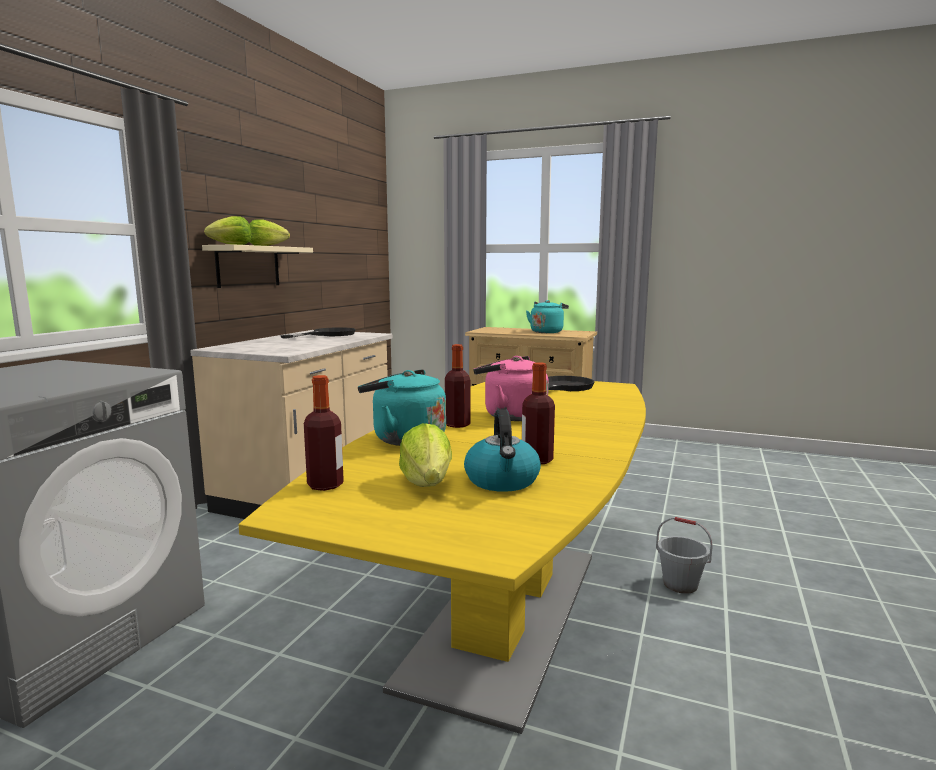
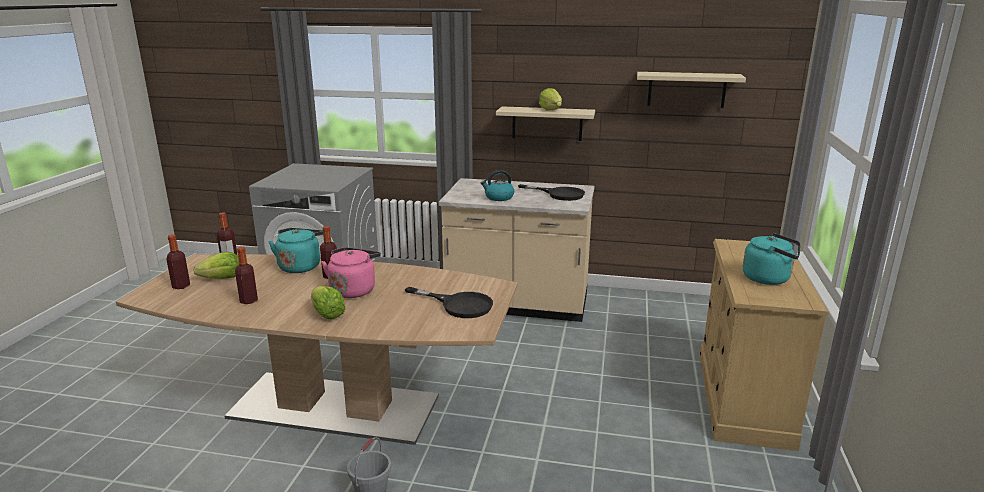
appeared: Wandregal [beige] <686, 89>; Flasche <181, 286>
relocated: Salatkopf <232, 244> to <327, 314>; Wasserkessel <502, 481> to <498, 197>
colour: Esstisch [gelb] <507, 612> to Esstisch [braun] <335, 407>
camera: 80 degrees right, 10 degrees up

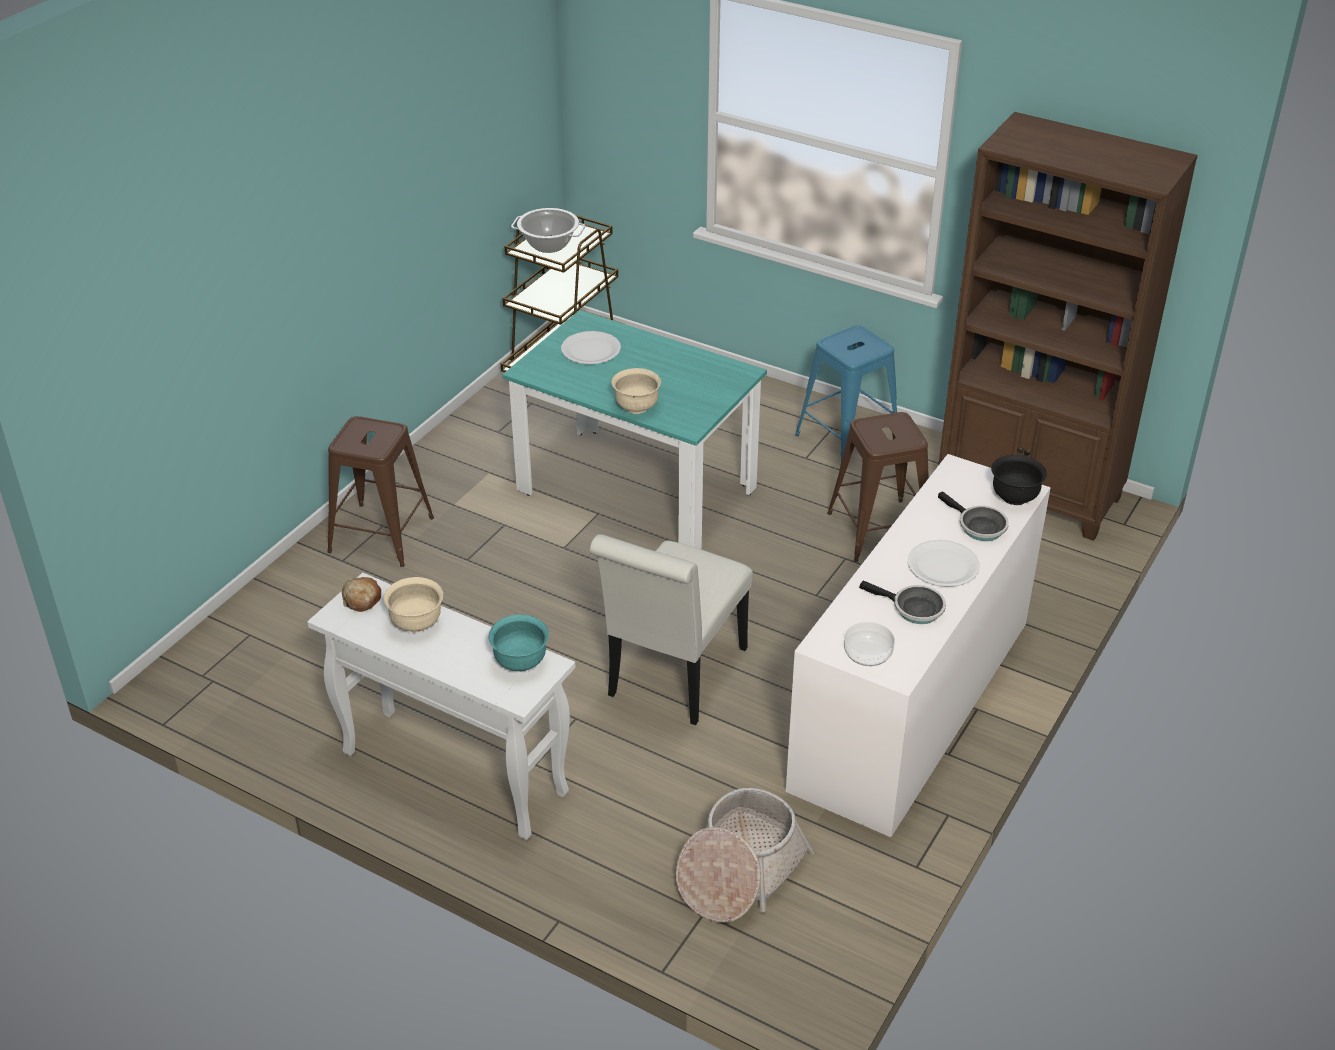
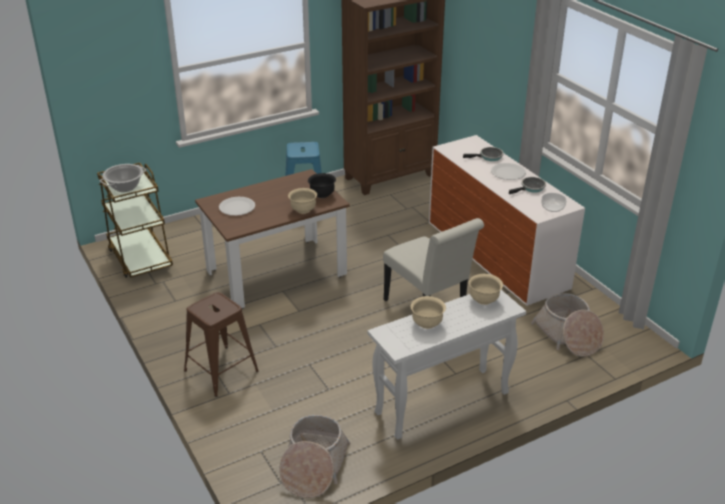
missing: Hocker [braun] <878, 530>; Brot <362, 599>
appeared: Korb <313, 466>
relocated: Schüssel [schwarz] <1014, 497> to <322, 194>
colour: Esstisch [türkis] <636, 490> to Esstisch [braun] <276, 273>; Schüssel [türkis] <520, 662> to Schüssel [beige] <484, 300>
camera: 60 degrees left, 5 degrees down

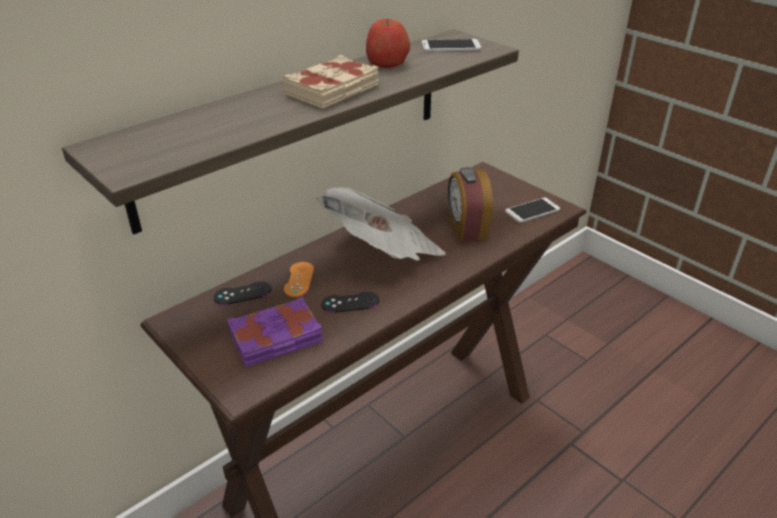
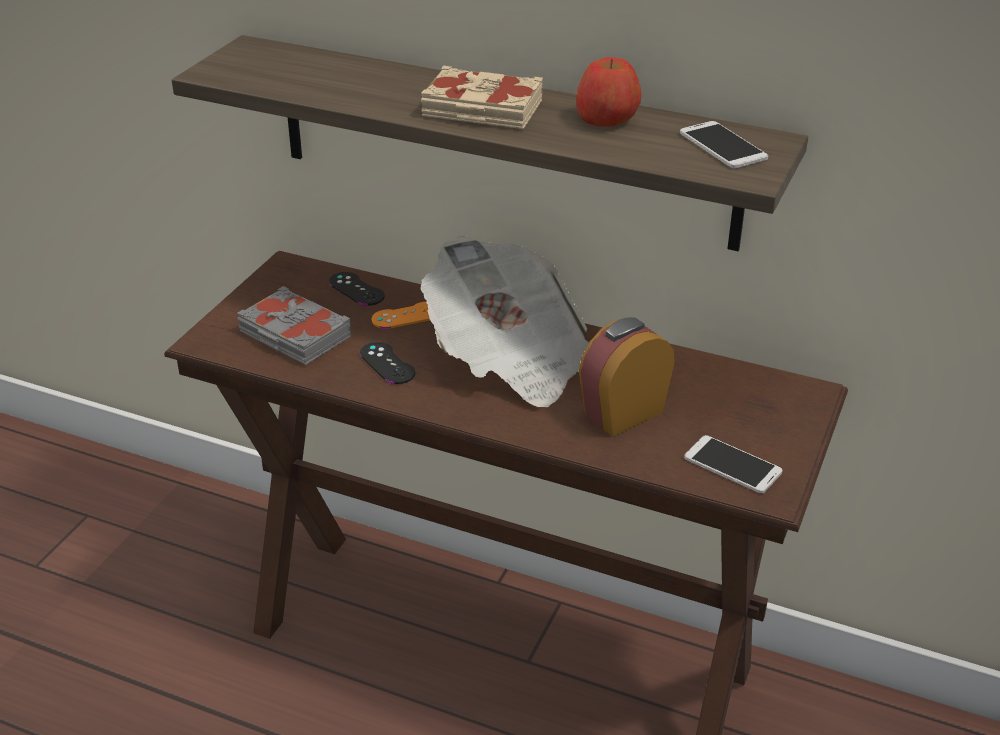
colour: Buch [lila] <276, 339> to Buch [grau] <294, 335>
camera: 65 degrees right, 0 degrees up

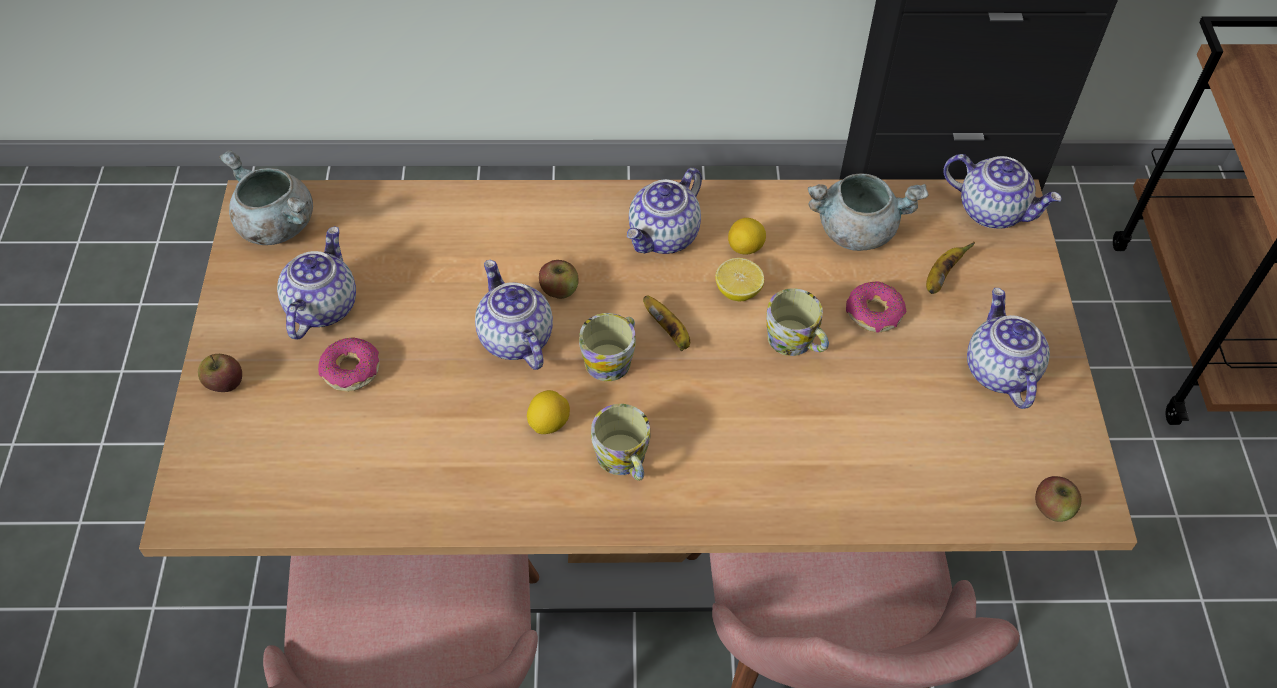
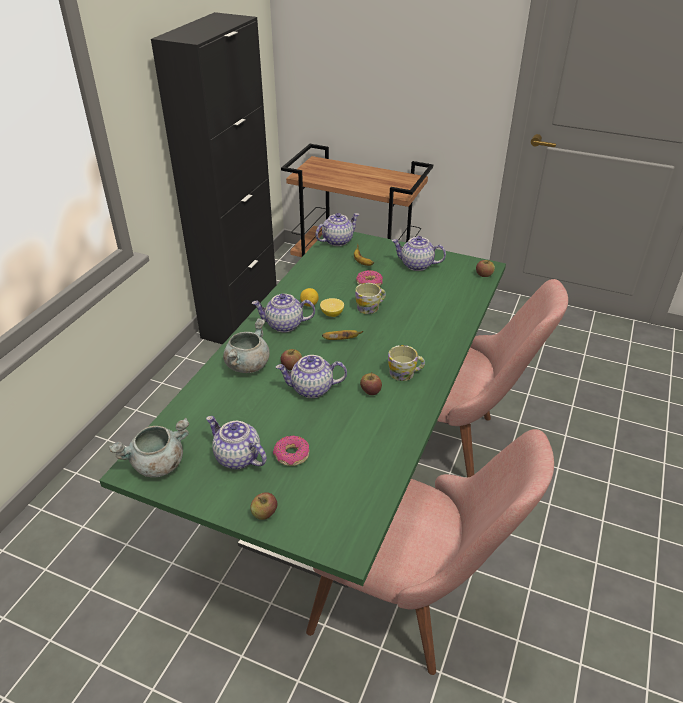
missing: Henkelbecher <612, 358>
relocated: Kochtopf [grau] <857, 230> to <247, 364>
exchanged: Zitrone <548, 423> to Apfel <370, 391>
colour: Esstisch [beige] <634, 520> to Esstisch [grün] <341, 477>
spun: Teekanne <664, 236> = <284, 325> 120 degrees clockwise
camera: 65 degrees left, 15 degrees down

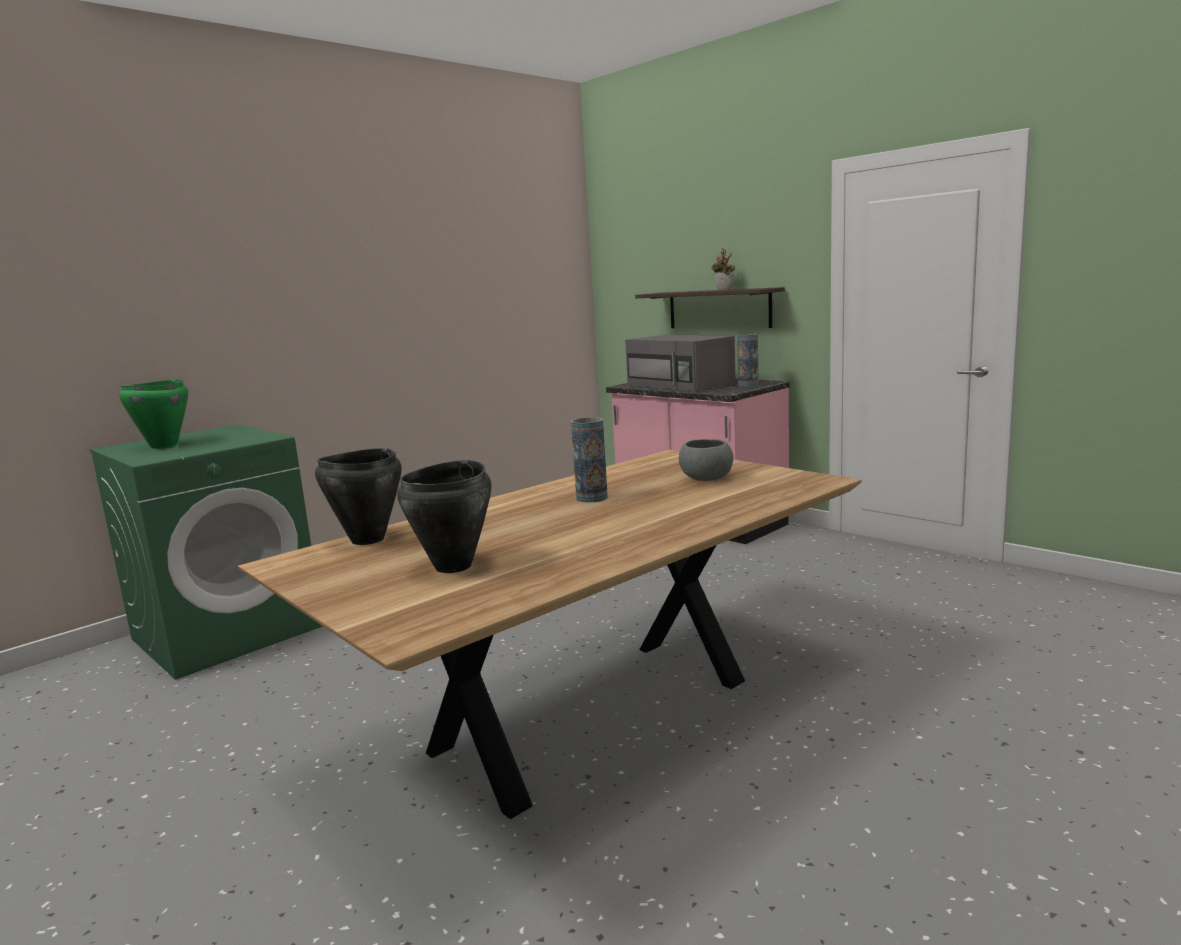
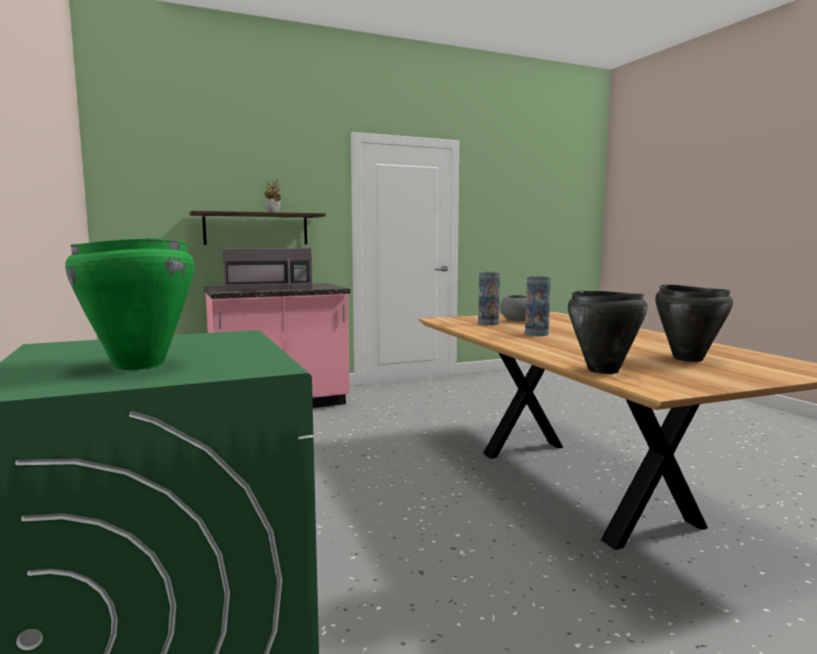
relocated: Vase <748, 385> to <488, 323>
camera: 70 degrees left, 5 degrees down

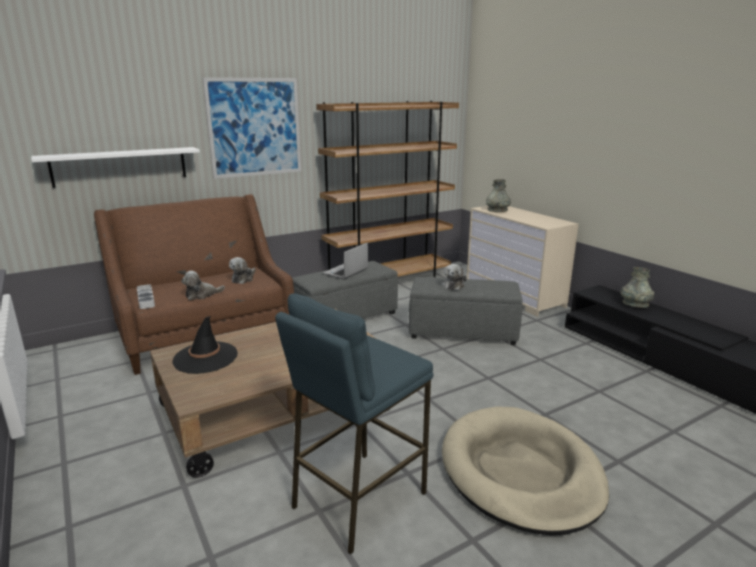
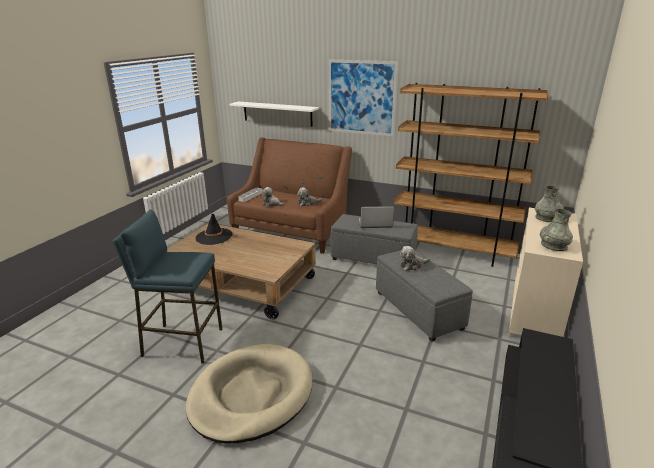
relocated: Vase [grau] <635, 304> to <553, 246>
camera: 55 degrees right, 5 degrees up

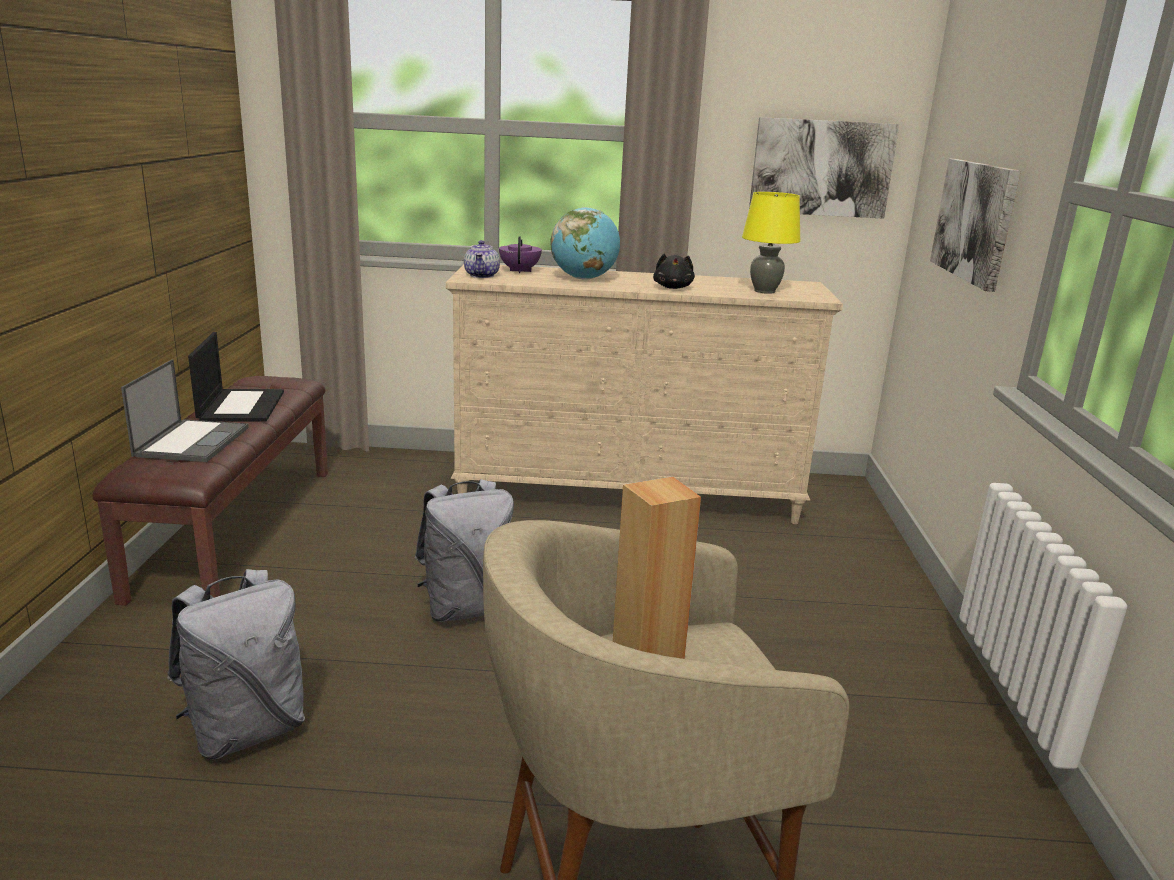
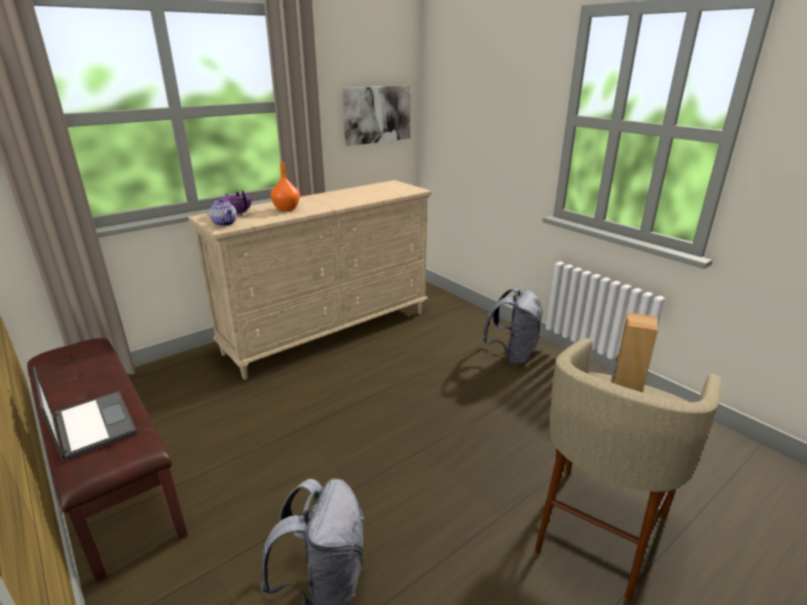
missing: Bild <975, 221>; Tischlampe [gelb] <765, 291>; Plüschtier [schwarz] <673, 287>; Laptop <241, 406>
relocated: Rucksack [grau] <467, 608> to <512, 355>
exchanged: Globus <584, 279> to Vase [orange] <287, 209>
camera: 40 degrees left, 5 degrees up

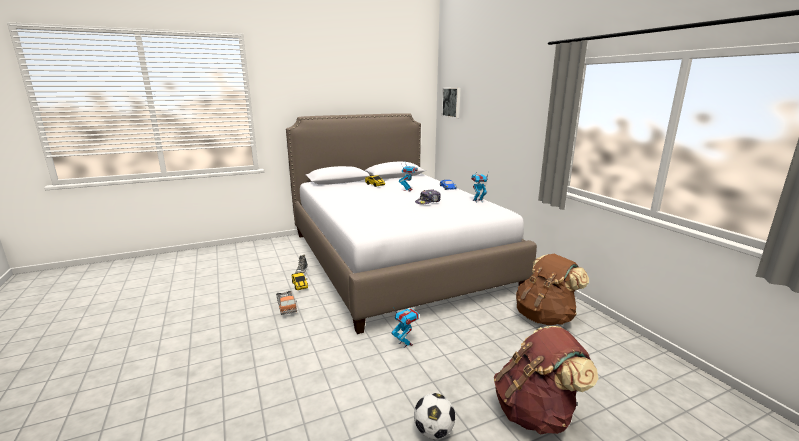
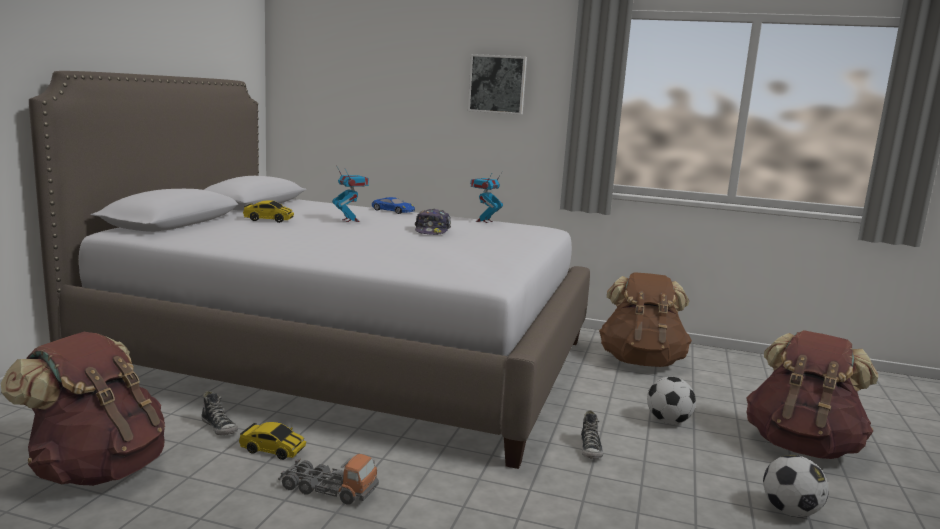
appeared: Rucksack [braun] <98, 469>; Fußball <668, 421>
relocated: Bild <452, 102> to <497, 84>
exchanged: Spielzeugroboter <405, 343> to Schuh <590, 449>
camera: 50 degrees left, 5 degrees down

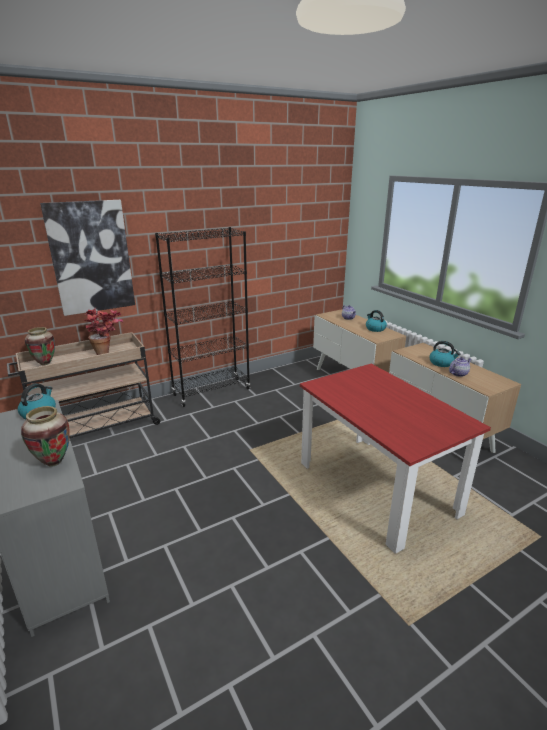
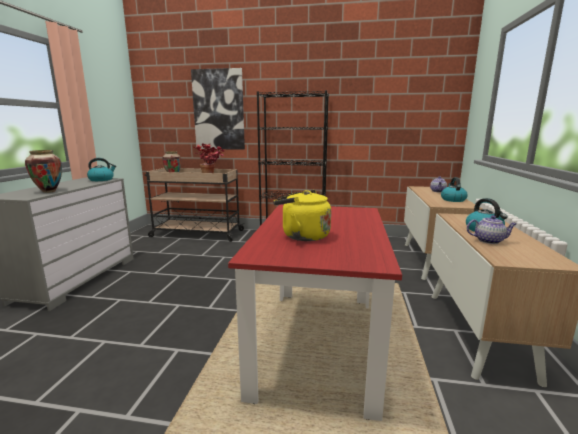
appeared: Wasserkessel [gelb] <302, 236>
camera: 40 degrees right, 10 degrees down

